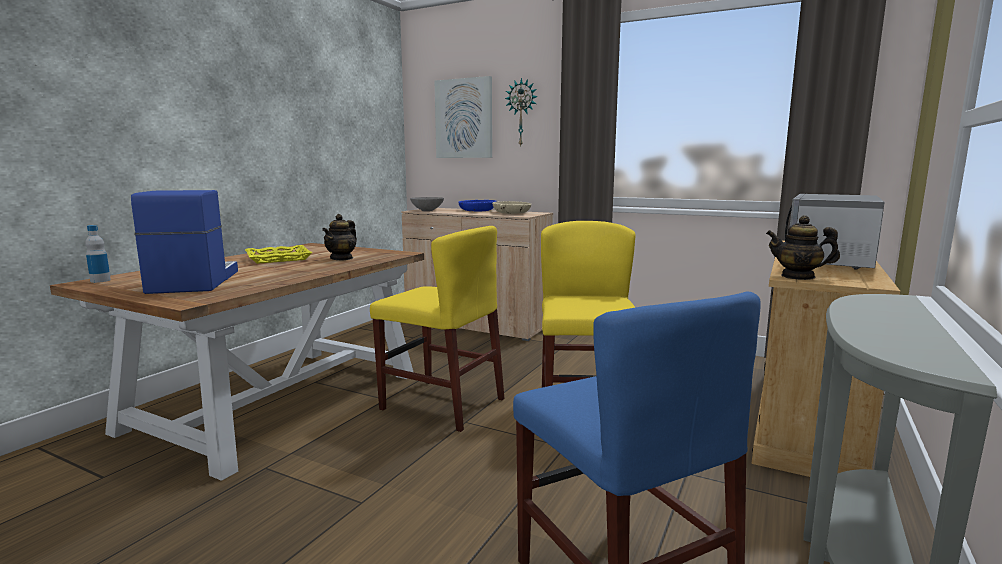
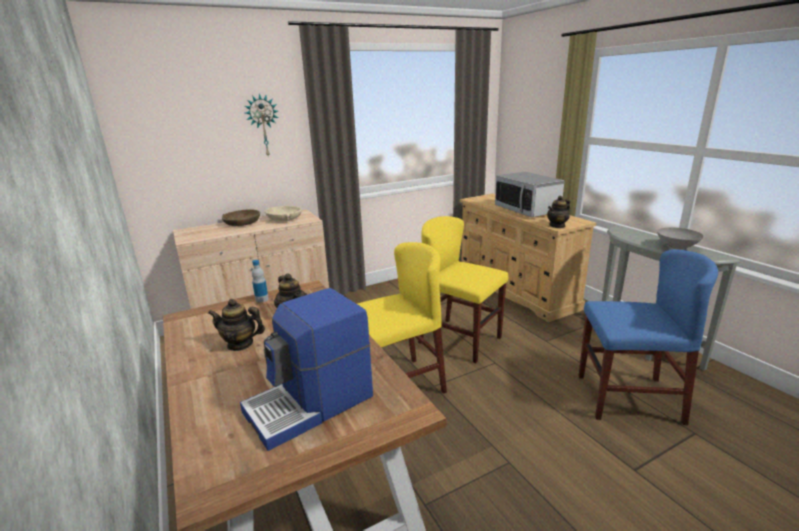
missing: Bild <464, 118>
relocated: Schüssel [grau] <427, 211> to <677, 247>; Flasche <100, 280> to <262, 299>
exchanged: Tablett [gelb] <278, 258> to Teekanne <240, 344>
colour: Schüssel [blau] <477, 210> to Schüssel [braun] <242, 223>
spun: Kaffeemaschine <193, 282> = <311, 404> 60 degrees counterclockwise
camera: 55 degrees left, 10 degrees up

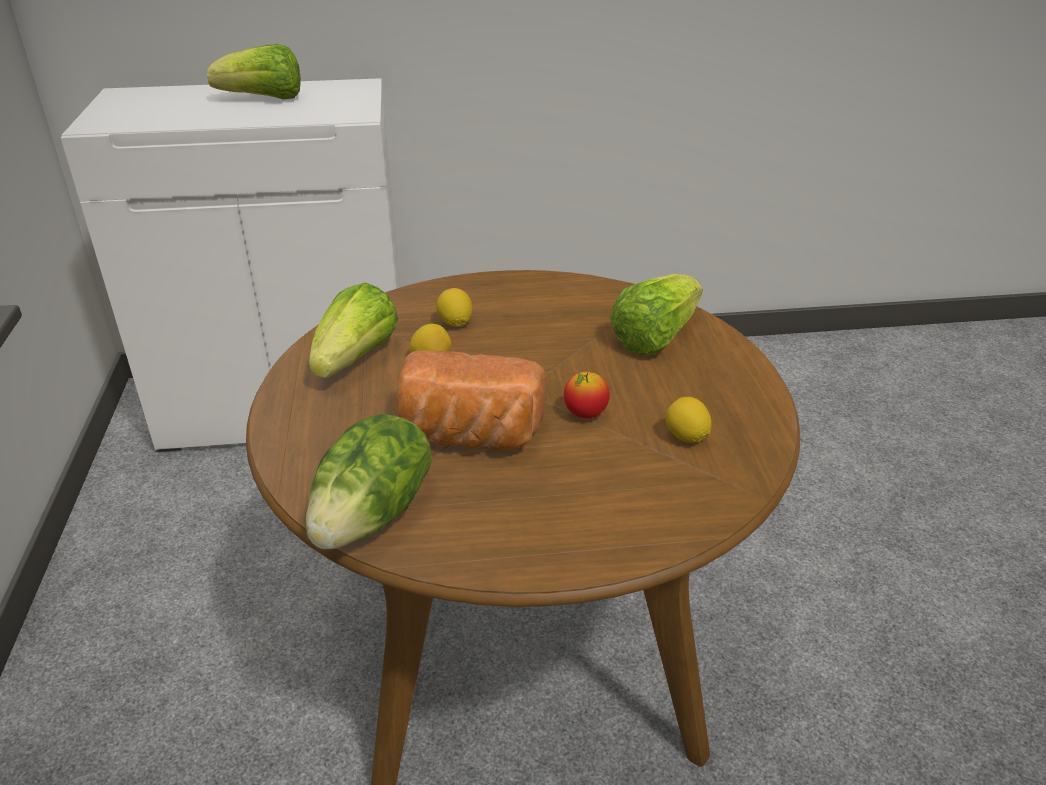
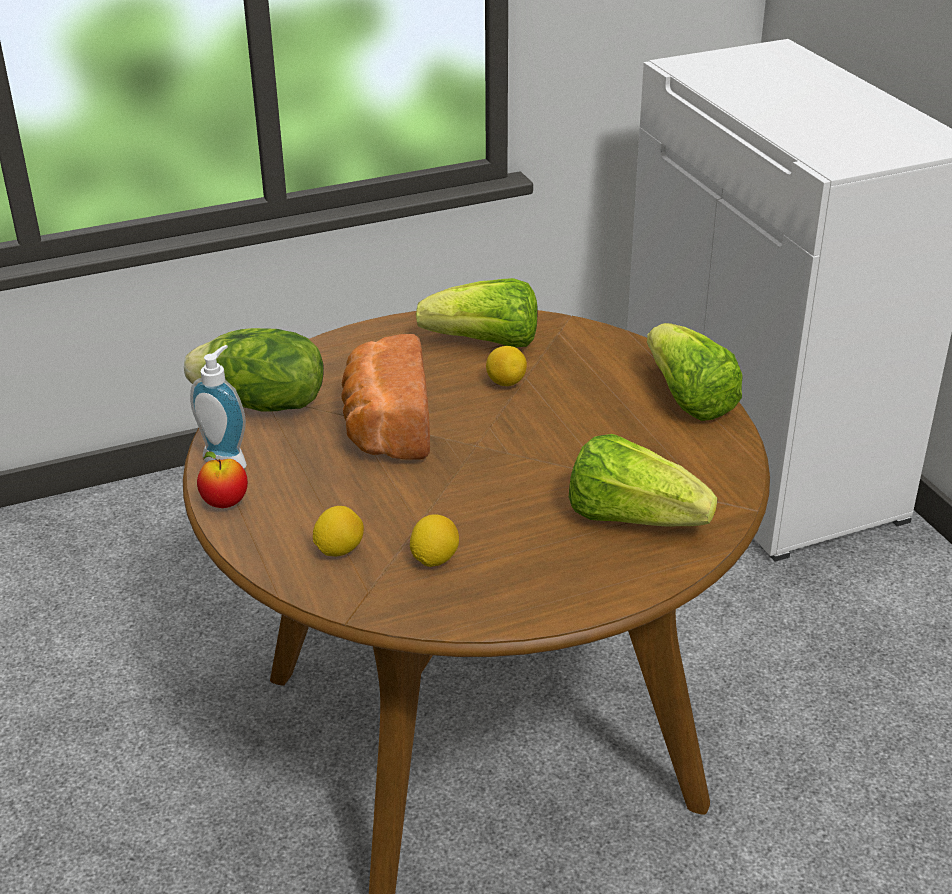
appeared: Seifenspender <228, 458>
relocated: Salatkopf <264, 99> to <688, 399>; Zitrone <455, 323> to <339, 550>; Apfel <585, 414> to <225, 503>
camera: 75 degrees right, 0 degrees up

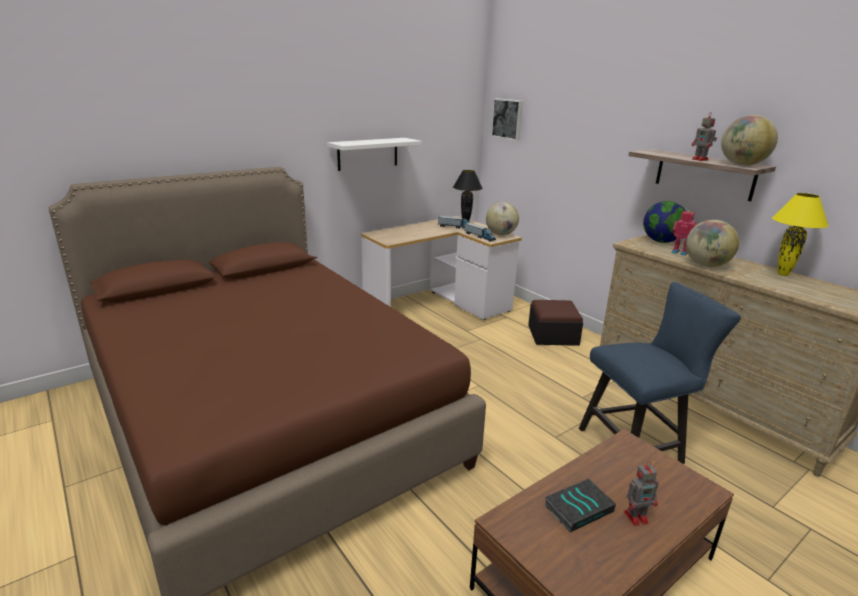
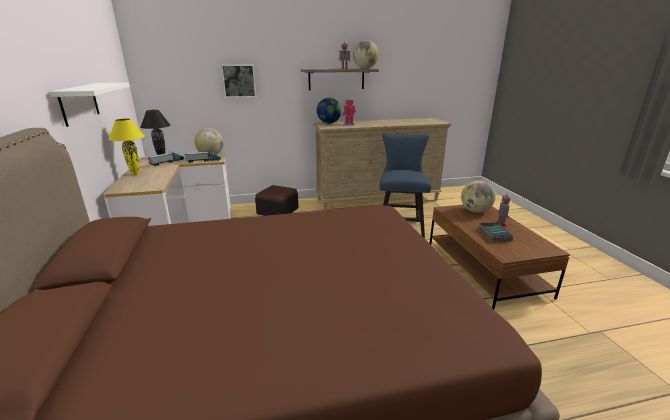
relocated: Bild <508, 119> to <239, 81>; Tischlampe [gelb] <782, 274> to <135, 174>; Globus <706, 265> to <475, 211>
camera: 65 degrees left, 0 degrees up

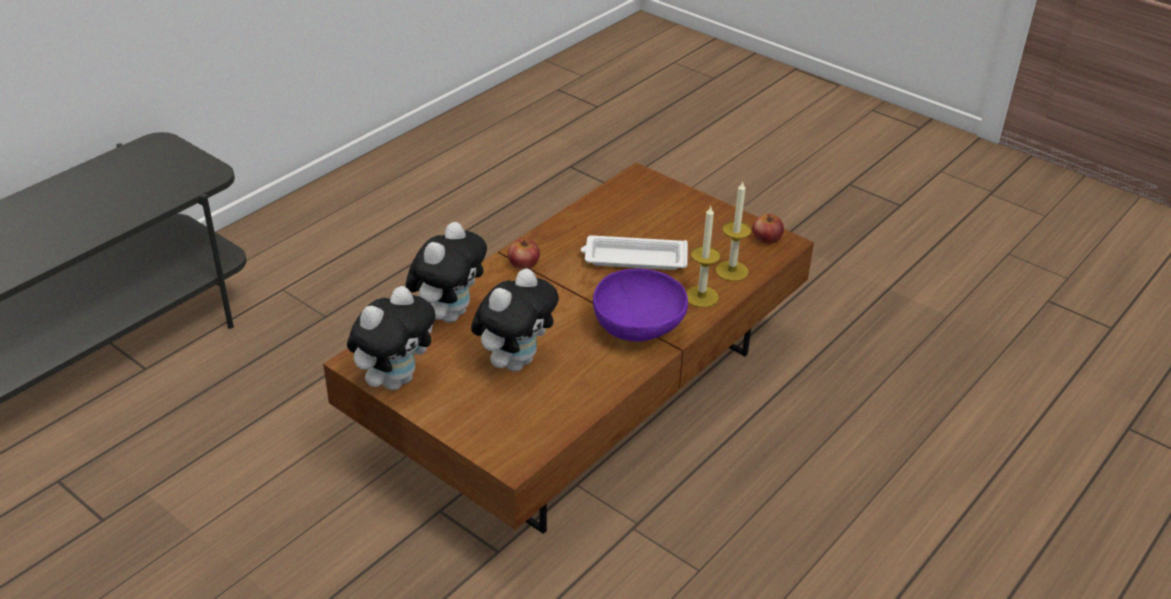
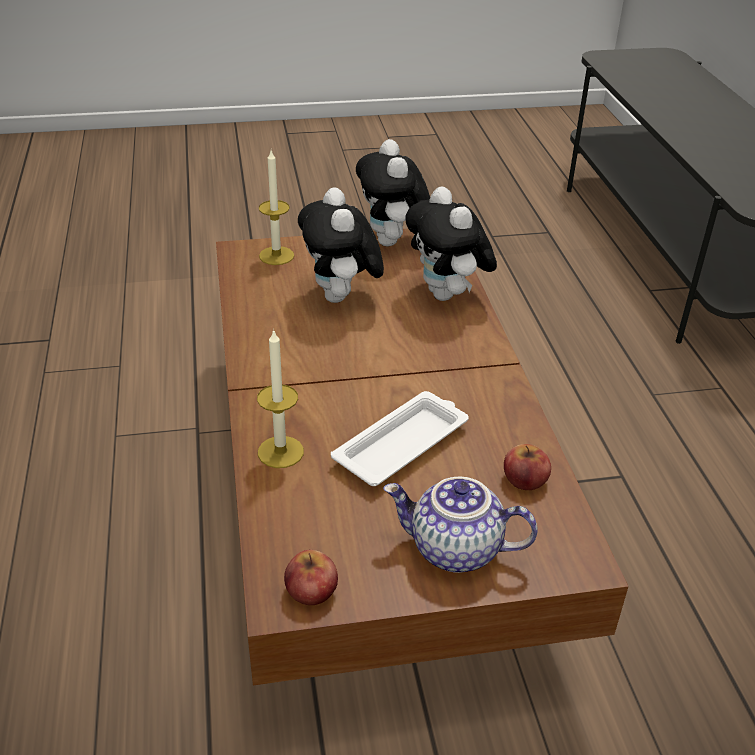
missing: Schüssel [lila] <639, 328>
appeared: Teekanne <454, 550>
relocated: Kerze <732, 271> to <276, 255>; Apfel <523, 263> to <525, 479>
camera: 130 degrees right, 0 degrees up

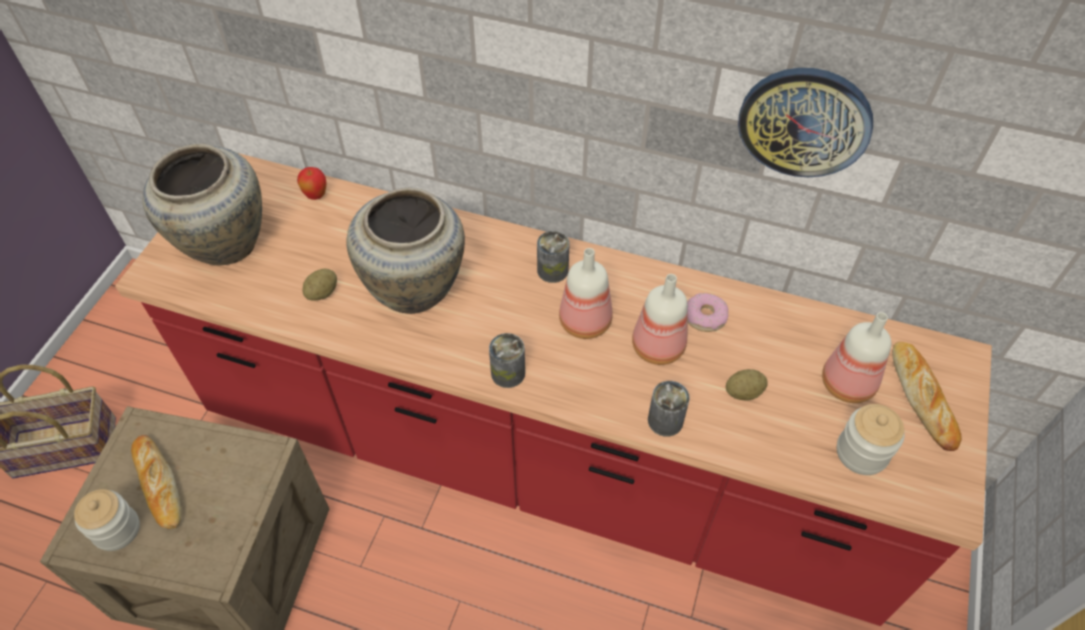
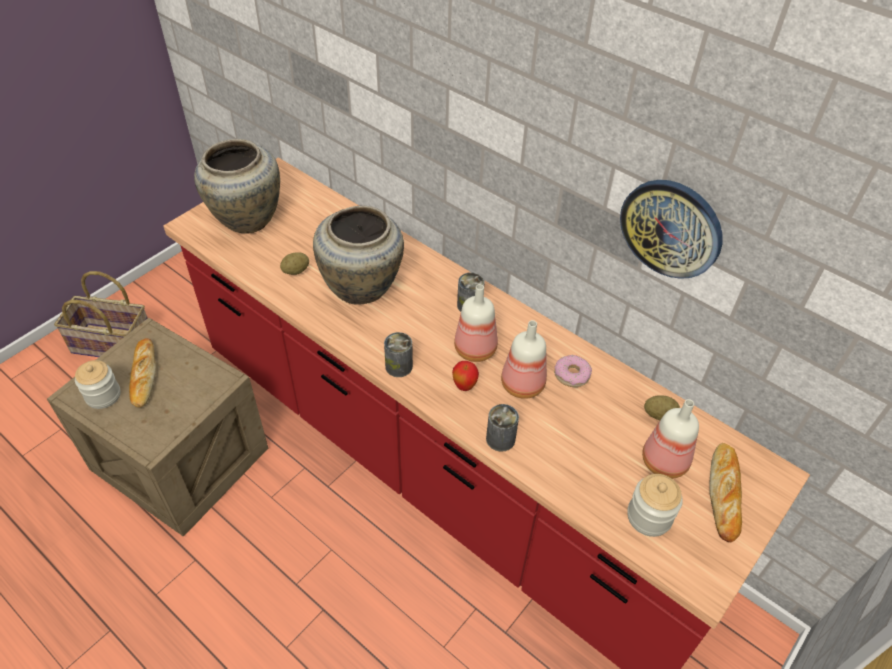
relocated: Apfel <316, 196> to <464, 386>; Kartoffel <743, 392> to <659, 415>
camera: 20 degrees right, 5 degrees down

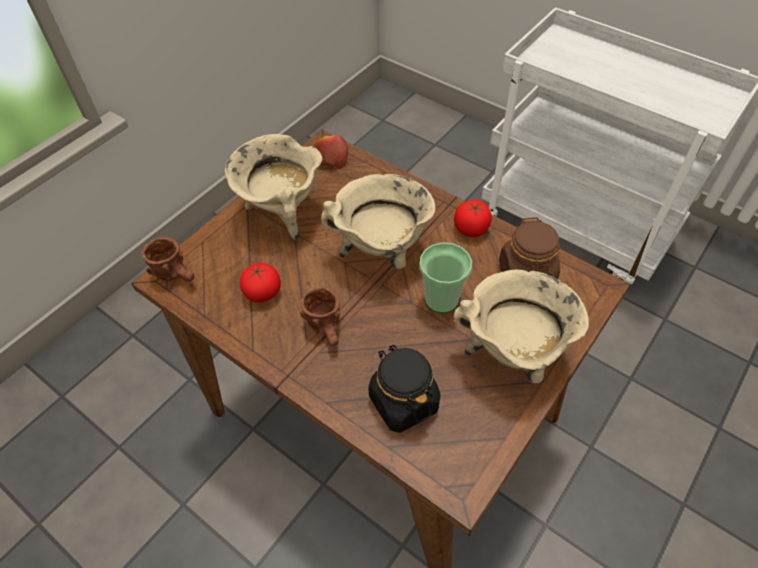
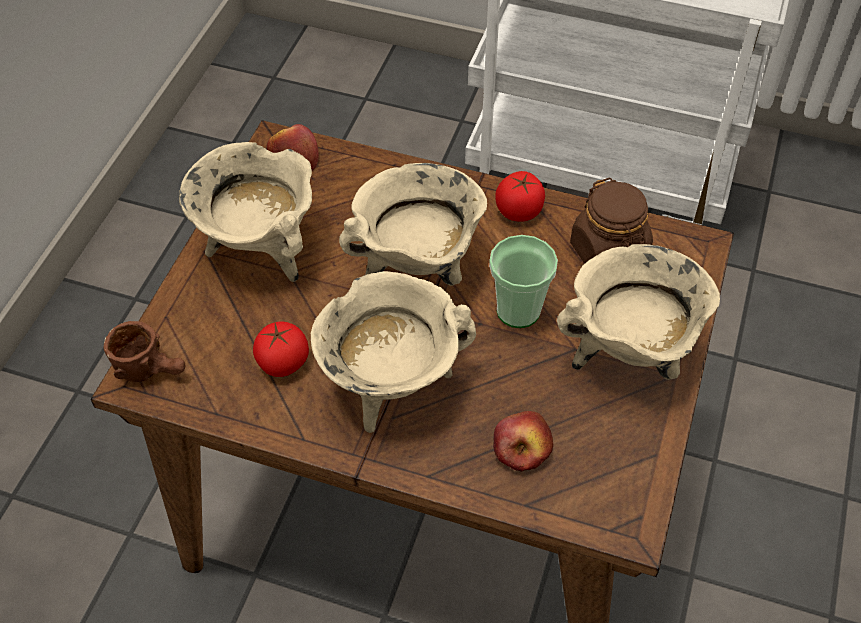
exchanged: Henkelbecher [braun] <328, 330> to Kochtopf [beige] <391, 386>; Vorratsglas [schwarz] <403, 402> to Apfel <522, 447>
camera: 20 degrees left, 0 degrees up

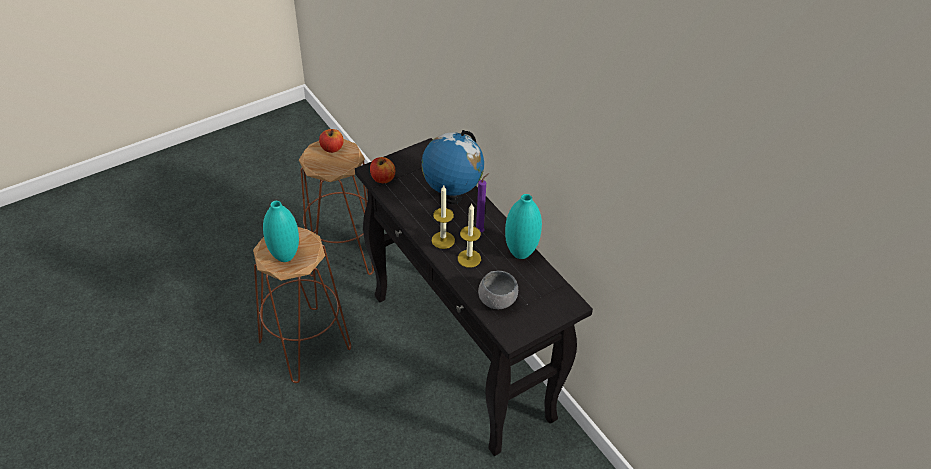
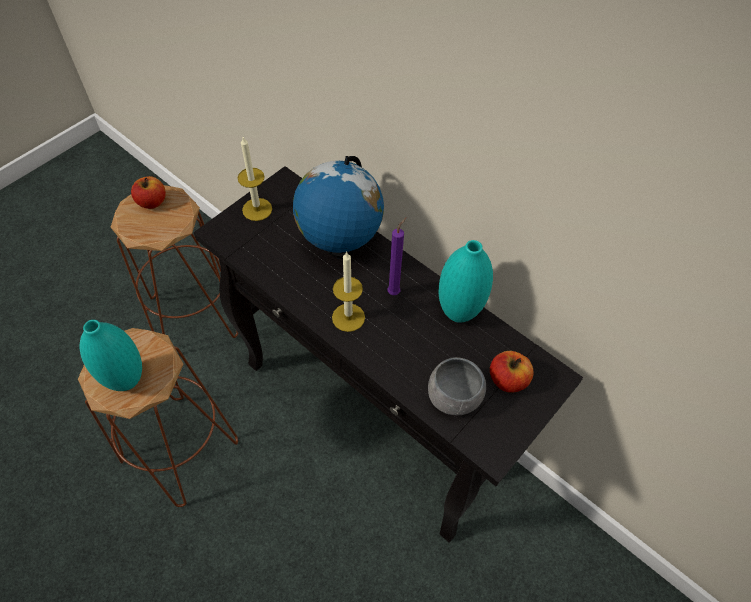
relocated: Apfel <382, 178> to <507, 380>; Kerze <469, 258> to <257, 209>
camera: 15 degrees left, 10 degrees up

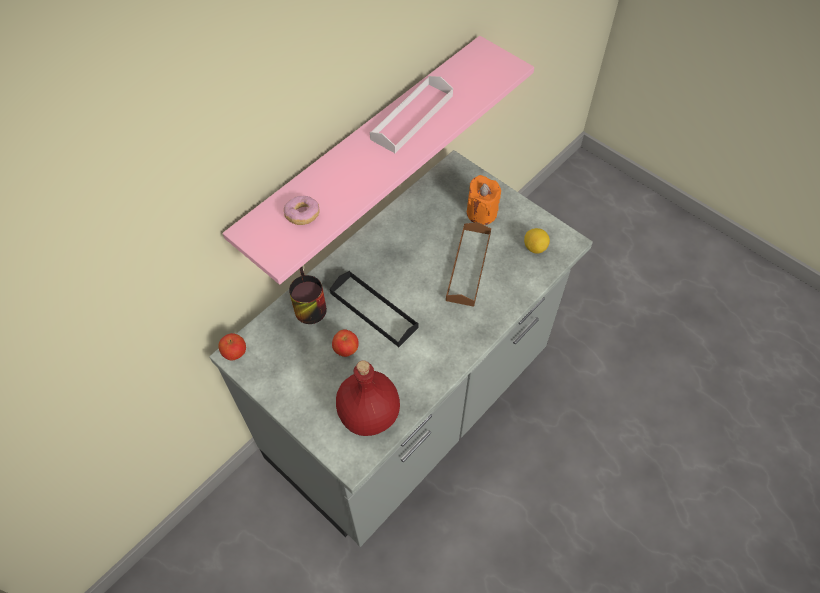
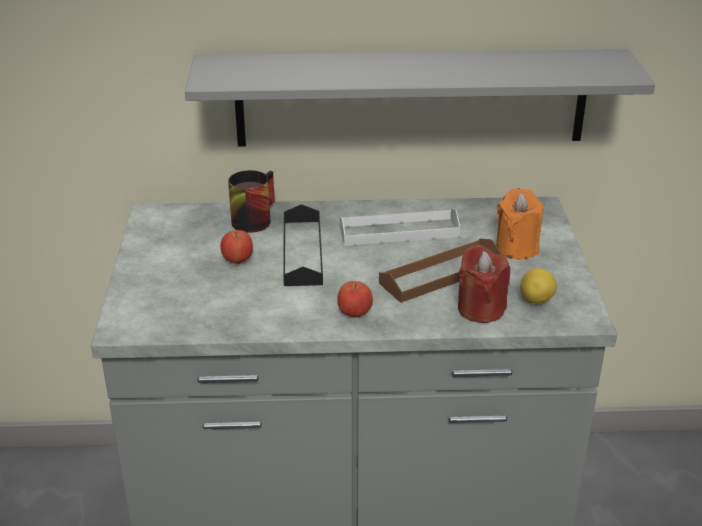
missing: Donut <302, 215>; Flasche [rot] <369, 413>
appeared: Kerze [rot] <480, 309>
relocated: Tablett [weiß] <412, 117> to <399, 231>; Apfel <235, 353> to <354, 313>
colour: Wandregal [rosa] <365, 153> to Wandregal [grau] <411, 98>
camera: 45 degrees right, 25 degrees down

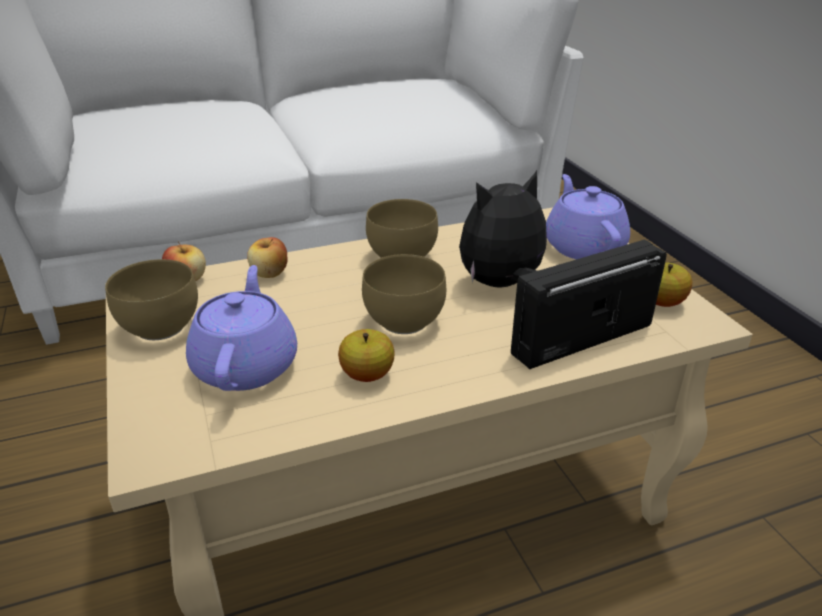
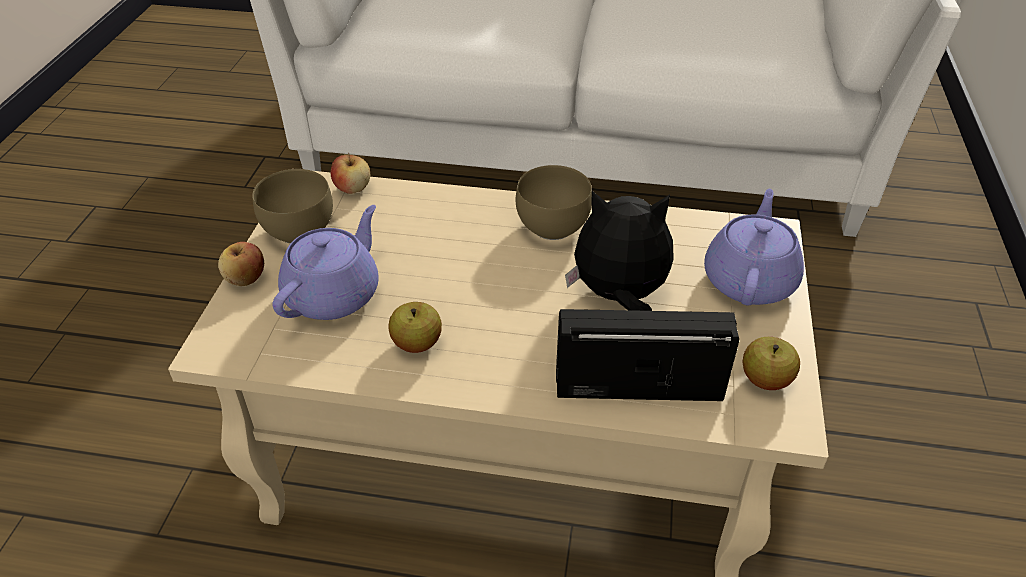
missing: Schüssel [braun] <406, 323>
relocated: Apfel <270, 274> to <245, 279>
camera: 30 degrees right, 10 degrees up

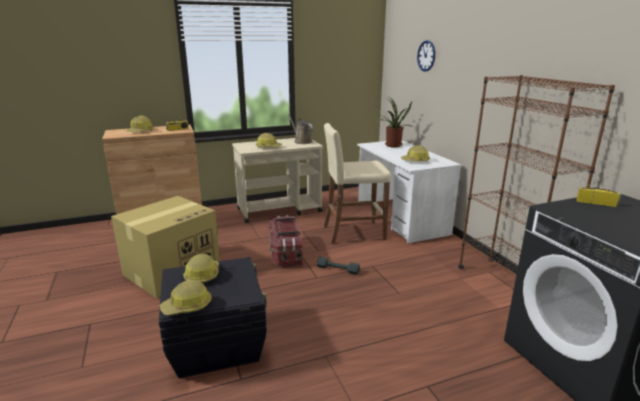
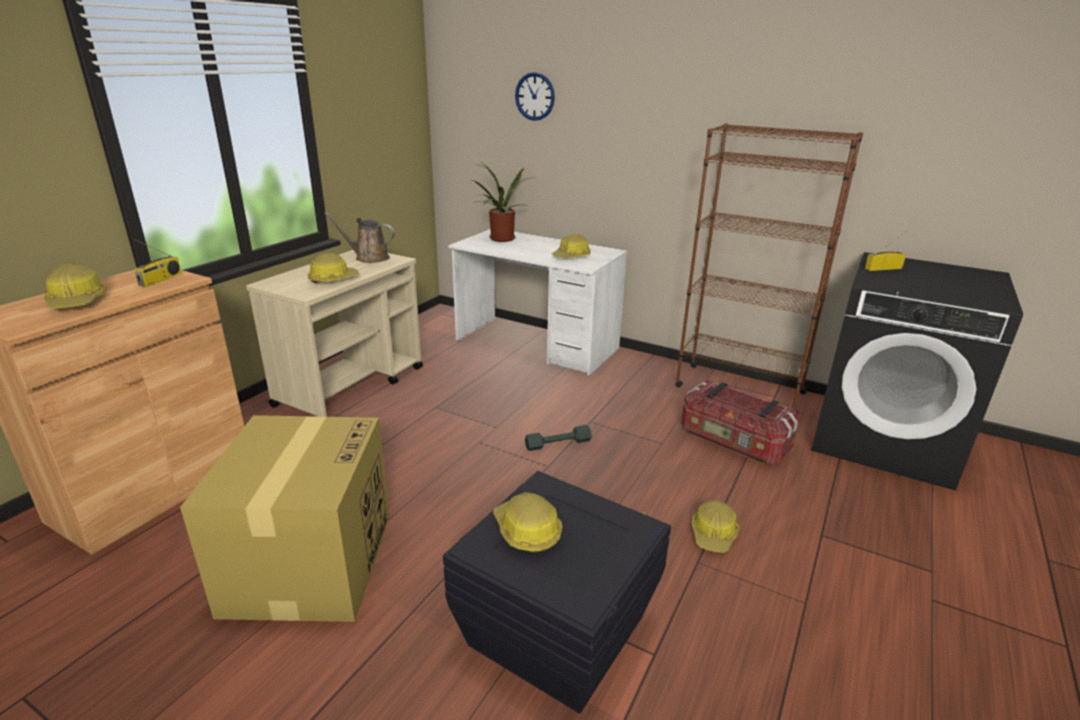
missing: Hocker [beige] <353, 232>
relocated: Aufbewahrungsbox <285, 253> to <733, 441>; Schutzhelm <187, 306> to <713, 534>
camera: 40 degrees left, 5 degrees up

